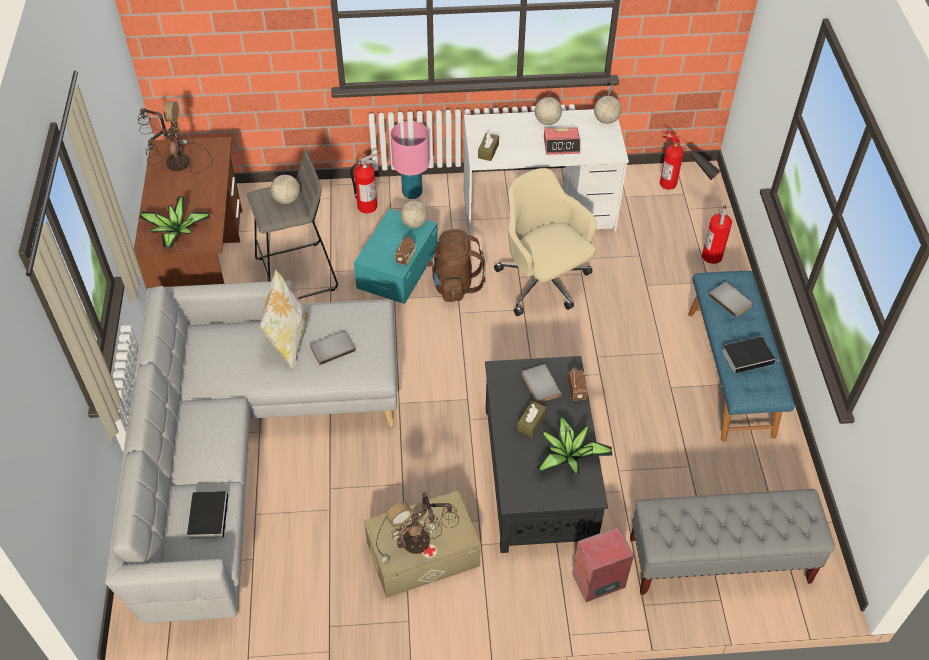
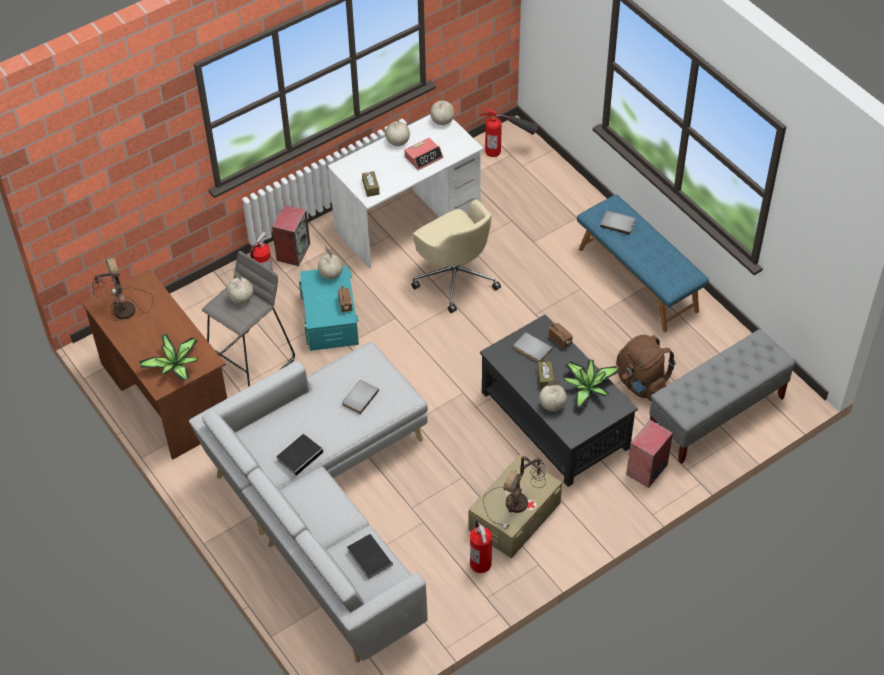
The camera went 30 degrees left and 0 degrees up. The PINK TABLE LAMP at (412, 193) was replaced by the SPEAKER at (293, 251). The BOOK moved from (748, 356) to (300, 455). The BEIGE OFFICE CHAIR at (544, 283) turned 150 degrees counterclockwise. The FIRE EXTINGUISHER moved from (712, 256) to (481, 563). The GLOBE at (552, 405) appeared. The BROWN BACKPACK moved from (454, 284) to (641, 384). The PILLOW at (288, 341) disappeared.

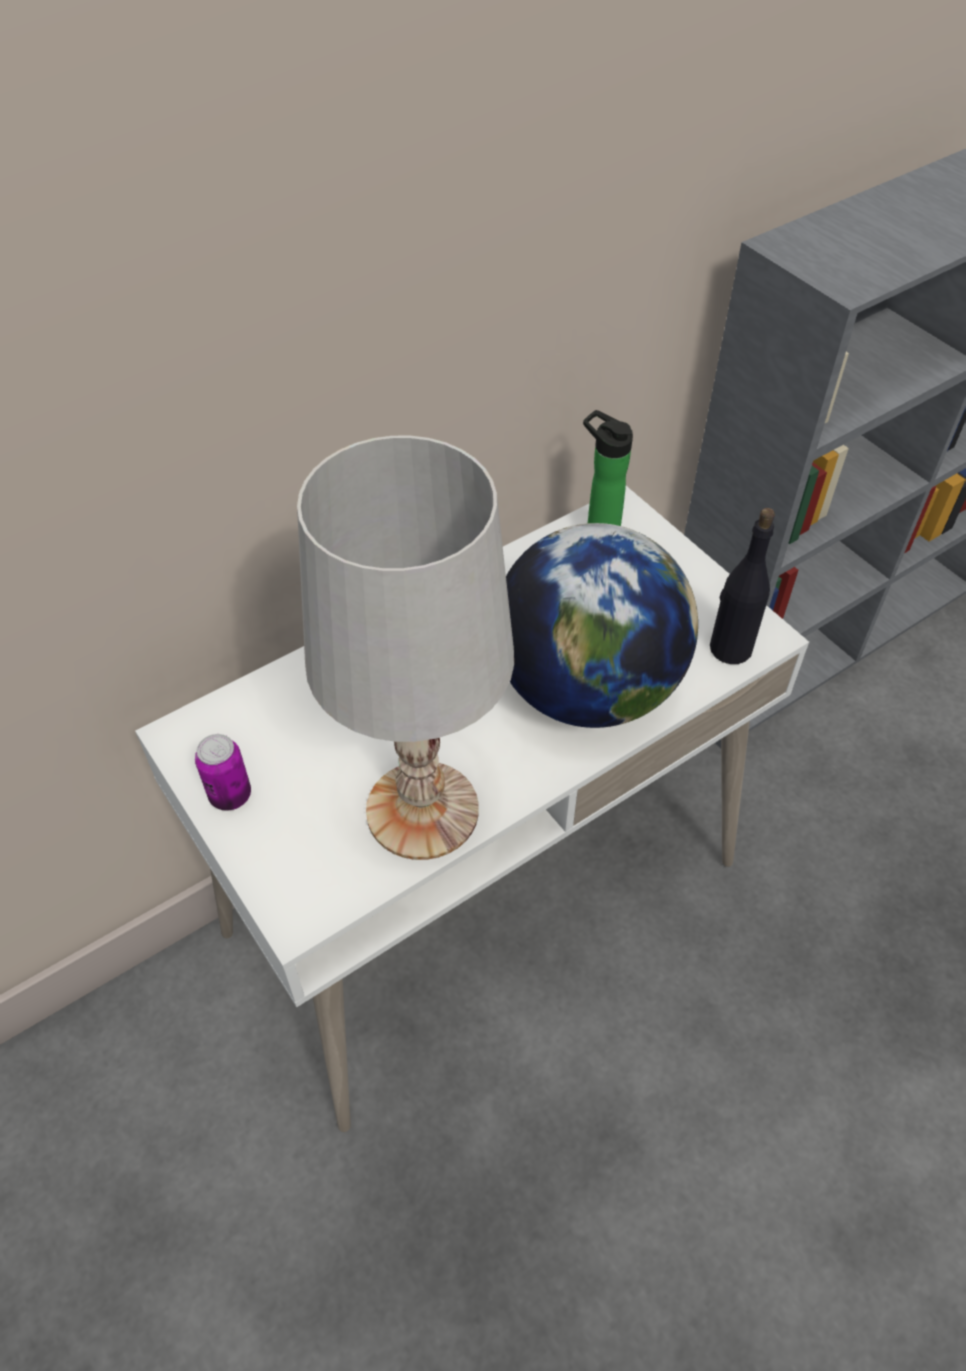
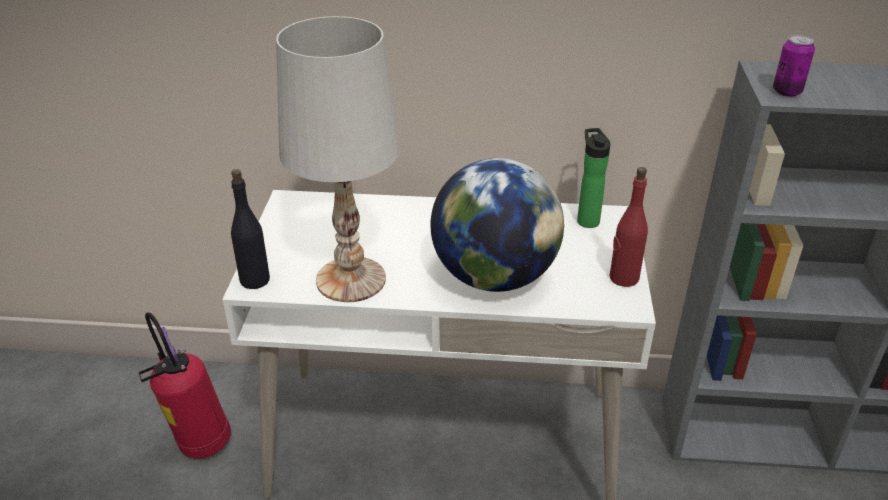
The camera went 40 degrees right and 15 degrees down. The FIRE EXTINGUISHER at (200, 444) appeared. The BLACK BOTTLE moved from (730, 648) to (255, 280). The RED BOTTLE at (623, 278) appeared. The CAN moved from (230, 795) to (787, 92).

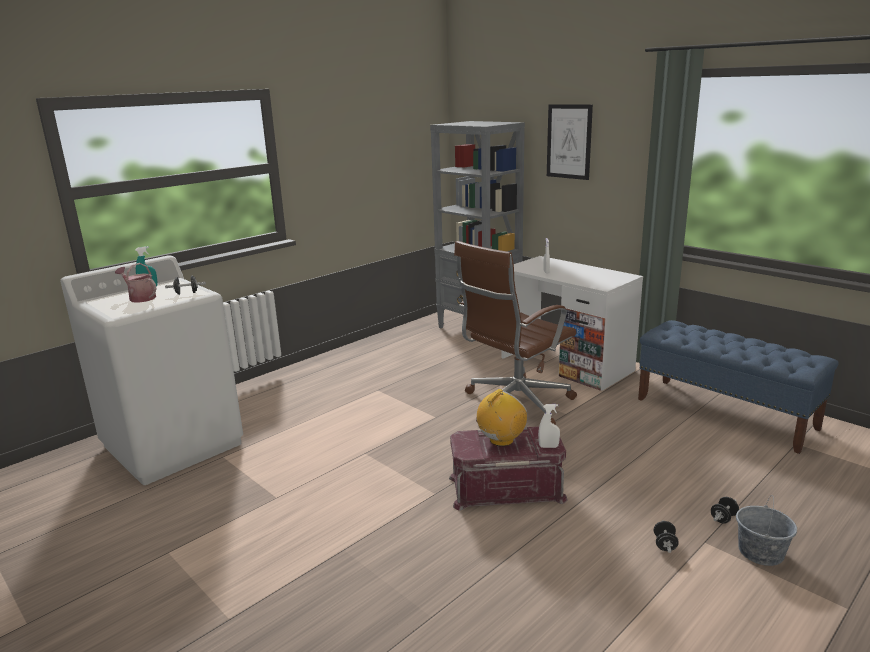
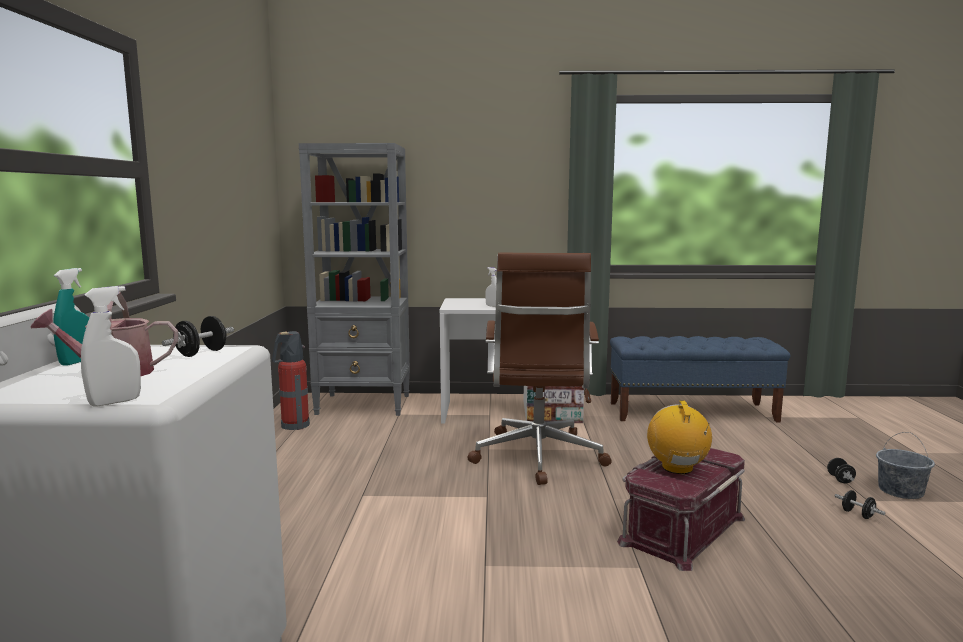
The camera went 45 degrees left and 10 degrees down. The WHITE SPRAY BOTTLE moved from (548, 446) to (115, 402). The FIRE EXTINGUISHER at (293, 425) appeared. The PICTURE at (569, 141) disappeared.

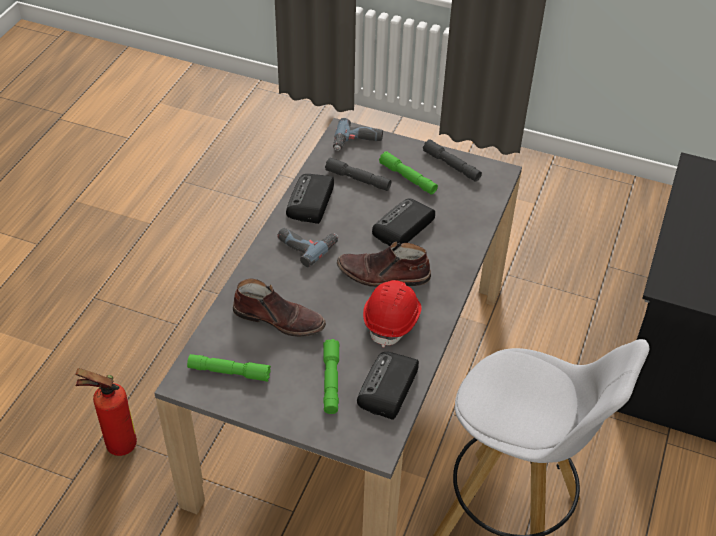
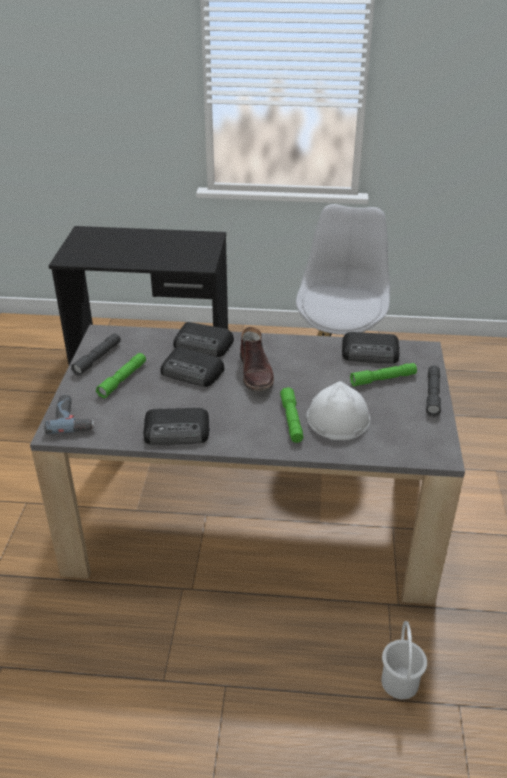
The camera went 105 degrees left and 10 degrees down. The RADIO at (204, 345) appeared. The GREEN FLASHLIGHT moved from (229, 372) to (291, 420). The BROWN BOOT at (280, 319) was replaced by the WHITE HARD HAT at (337, 418). The FIRE EXTINGUISHER at (117, 444) was replaced by the WHITE BUCKET at (400, 682). The GREY FLASHLIGHT moved from (358, 179) to (432, 395). The POWER DRILL at (307, 244) disappeared. The RED HARD HAT at (393, 320) disappeared.

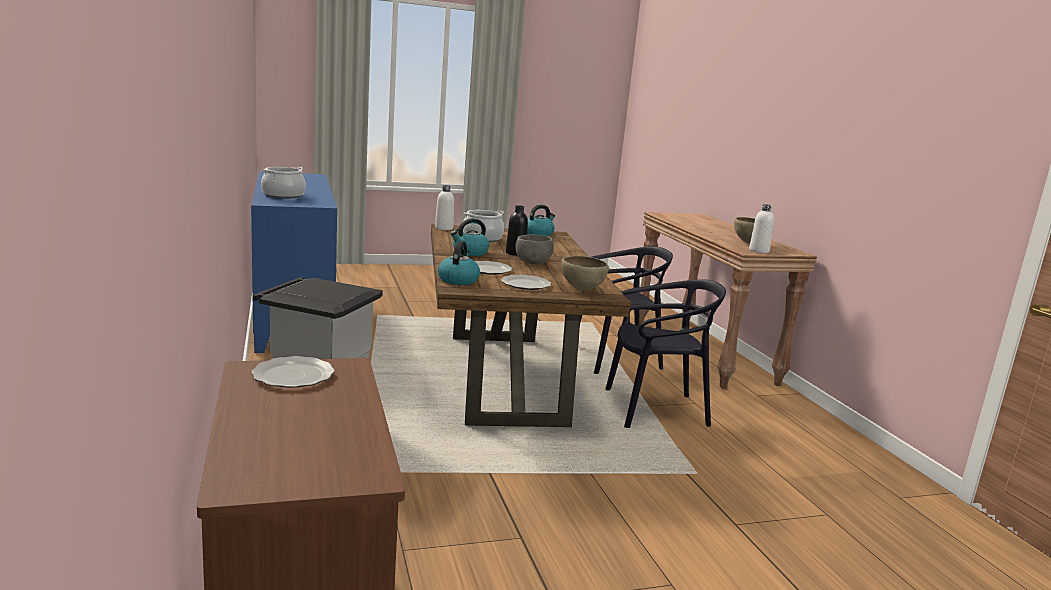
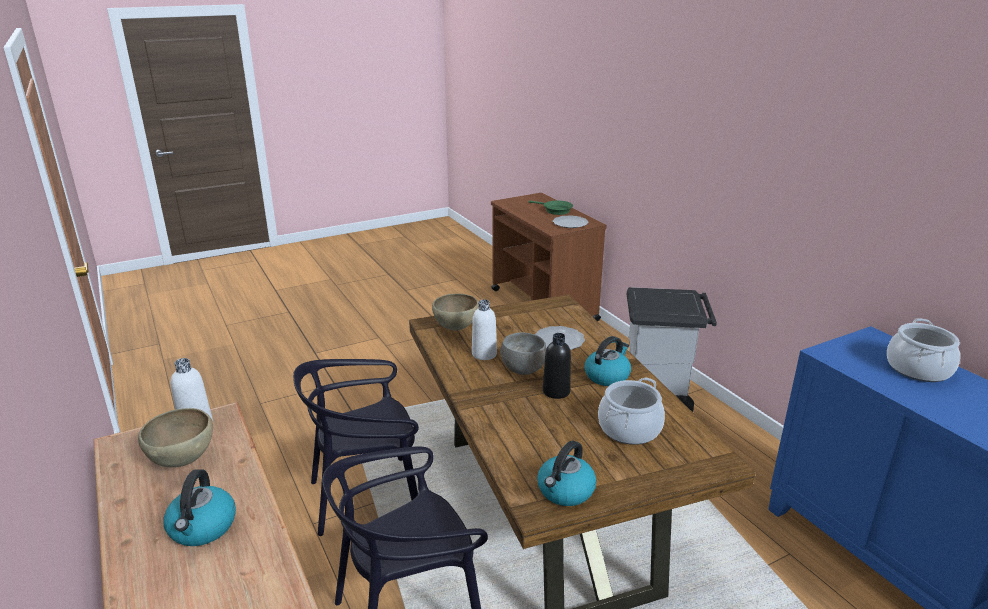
The camera went 170 degrees right and 10 degrees up. The KETTLE moved from (458, 280) to (202, 528). The WHITE BOTTLE moved from (444, 228) to (484, 354). The GREEN FRYING PAN at (555, 210) appeared. The PLATE at (525, 284) disappeared.

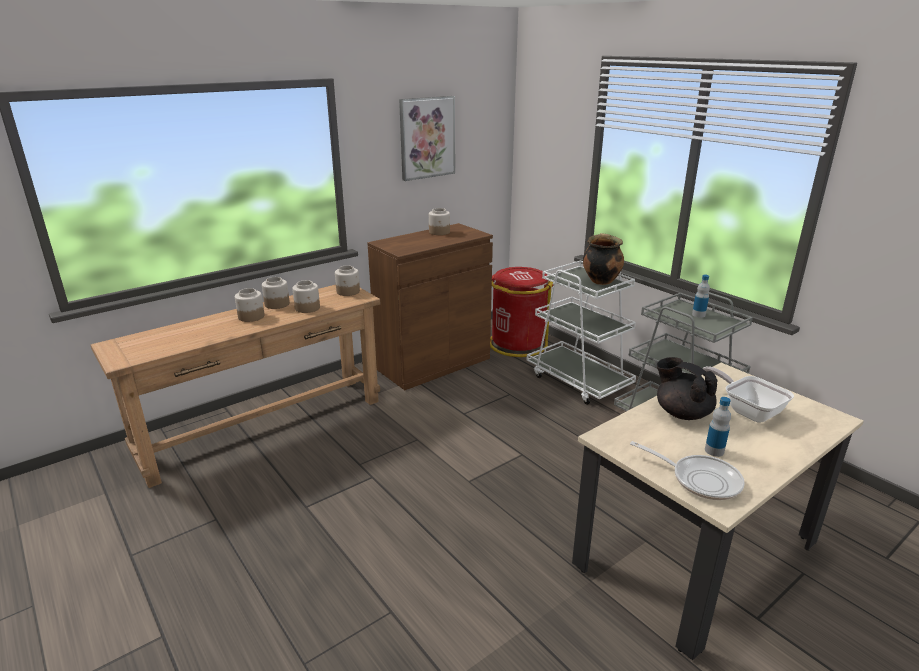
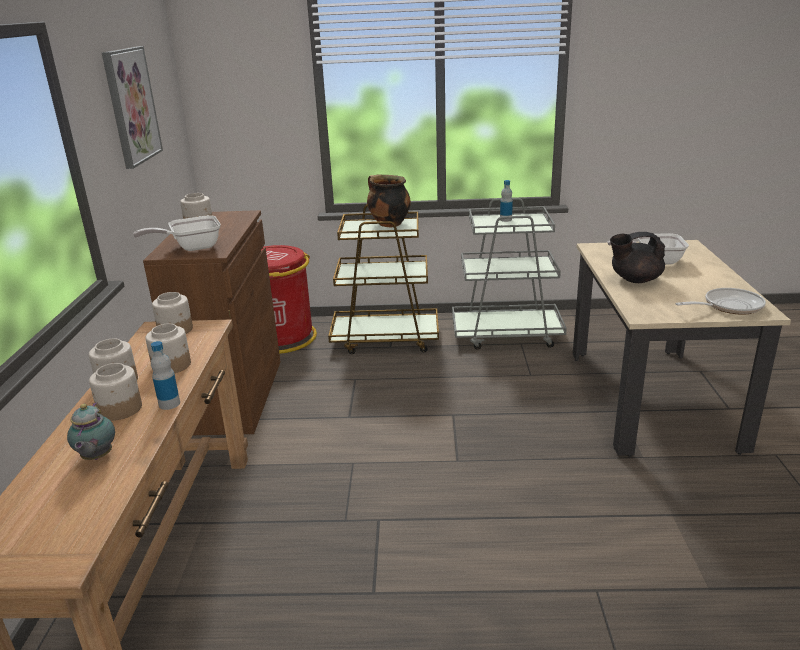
The camera went 50 degrees left and 0 degrees up. The TEAPOT at (96, 458) appeared. The FRYING PAN at (191, 247) appeared. The BOTTLE moved from (714, 451) to (169, 404). The WHITE CART at (578, 380) became the BROWN CART at (386, 339).

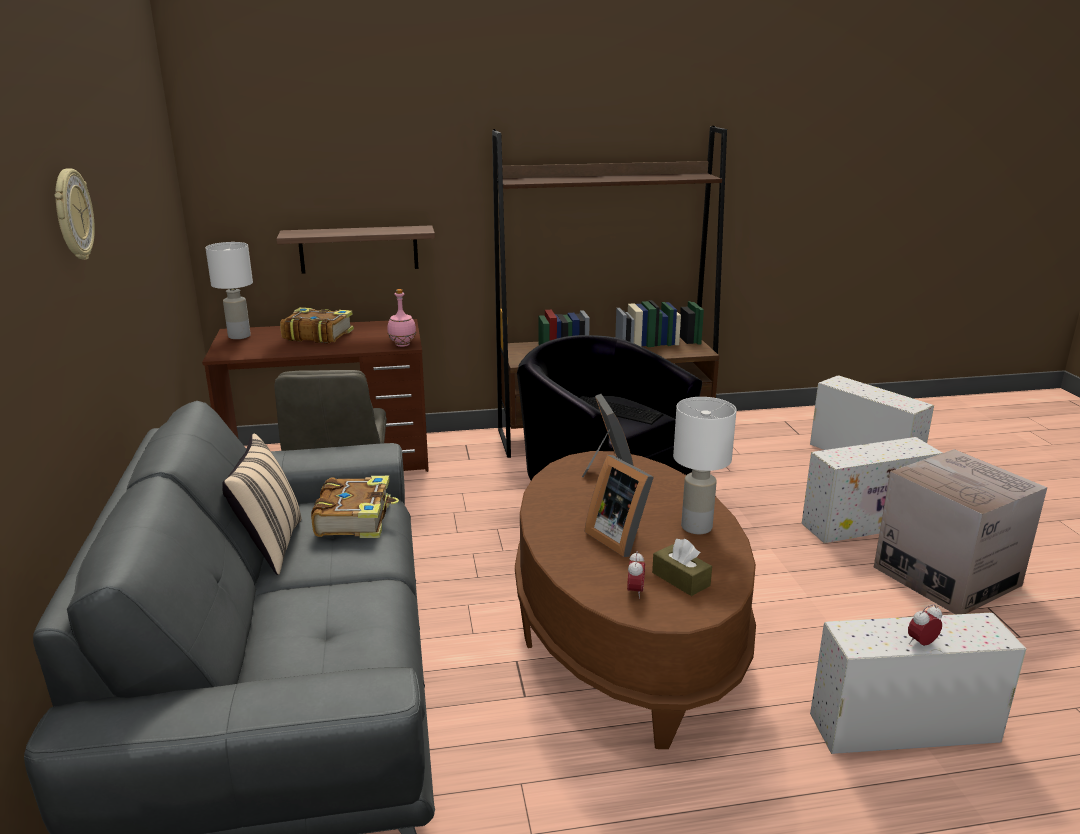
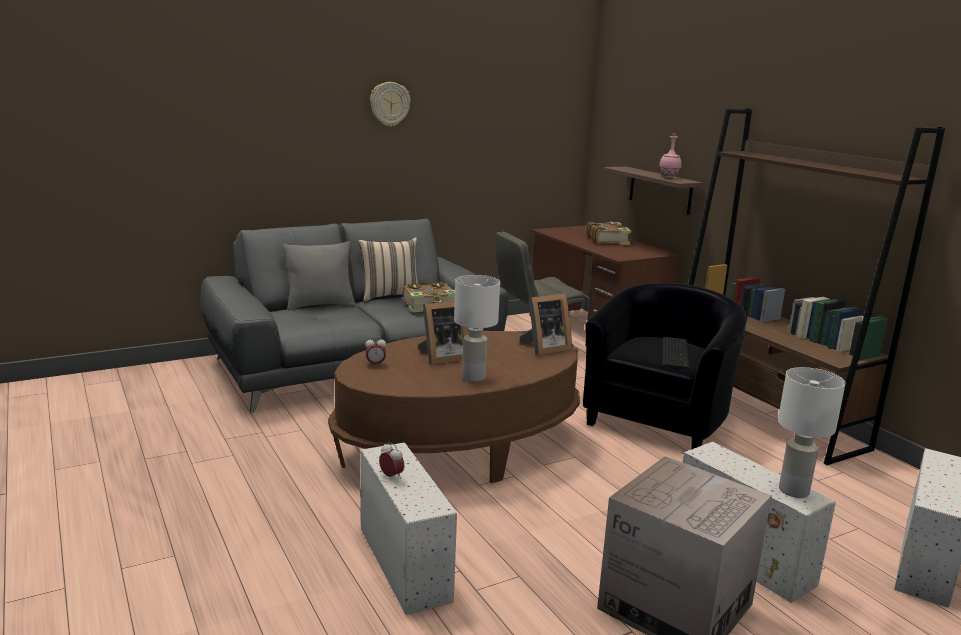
The camera went 70 degrees right and 5 degrees down. The GREY PILLOW at (320, 305) appeared. The PICTURE FRAME at (620, 537) turned 150 degrees counterclockwise. The PINK BOTTLE moved from (402, 345) to (668, 177). The WHITE TABLE LAMP moved from (240, 336) to (794, 491). The BROWN TISSUE BOX at (680, 579) disappeared.

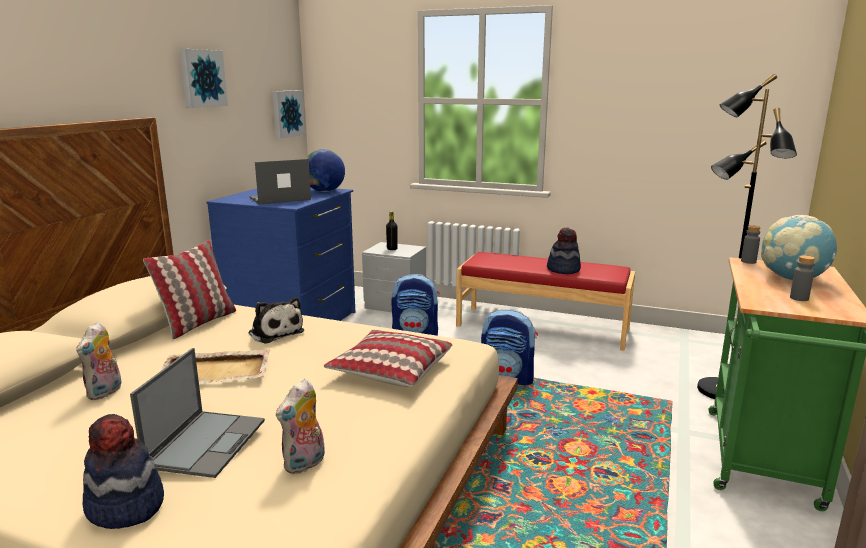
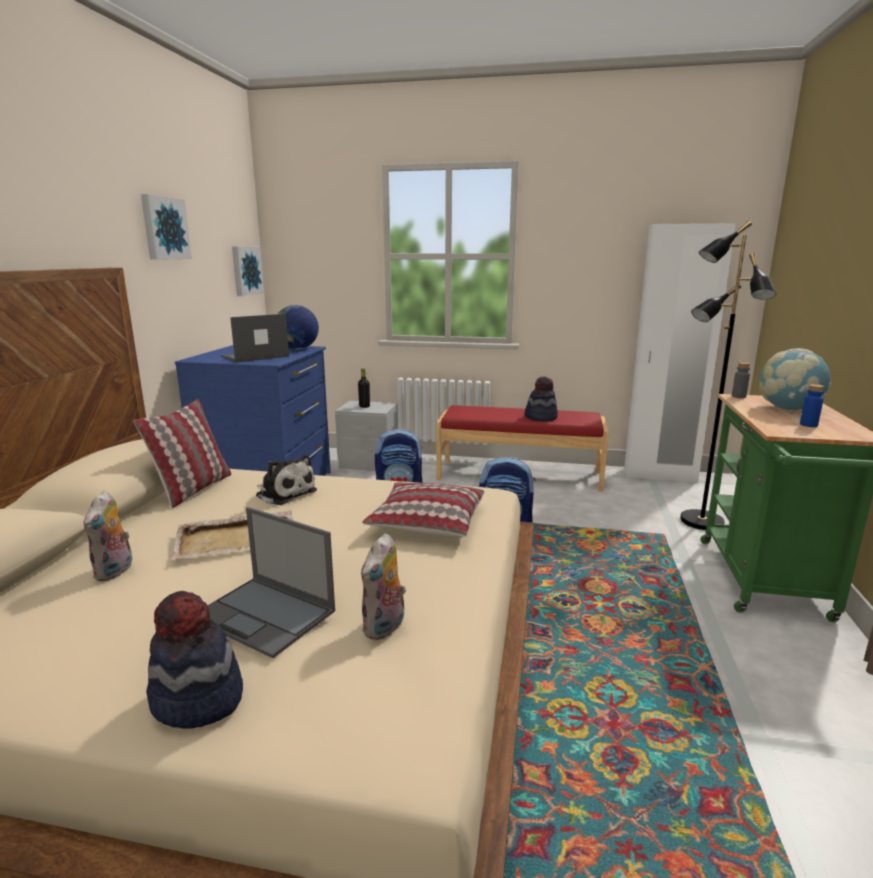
The camera went 10 degrees left and 0 degrees up. The LAPTOP at (207, 442) turned 120 degrees clockwise. The WHITE WARDROBE at (660, 475) appeared. The GREY BOTTLE at (799, 298) became the BLUE BOTTLE at (808, 425).

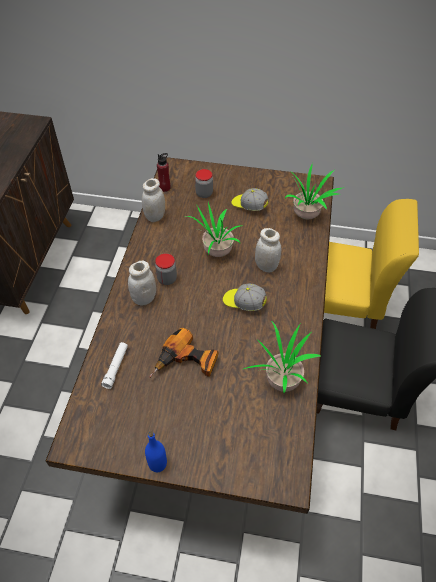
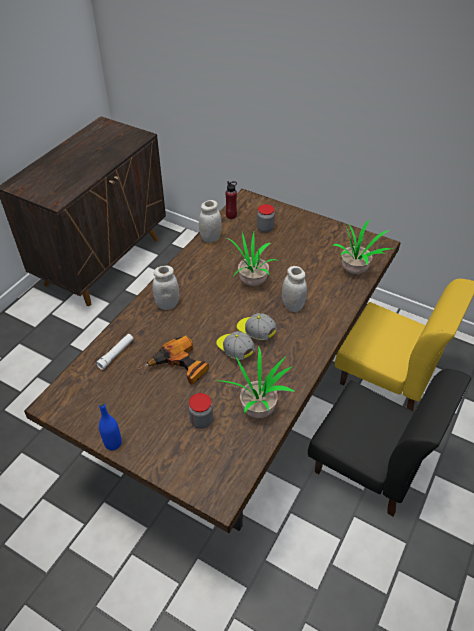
The camera went 20 degrees right and 5 degrees down. The JAR moved from (167, 279) to (201, 421). The CAP moved from (249, 206) to (235, 350).

